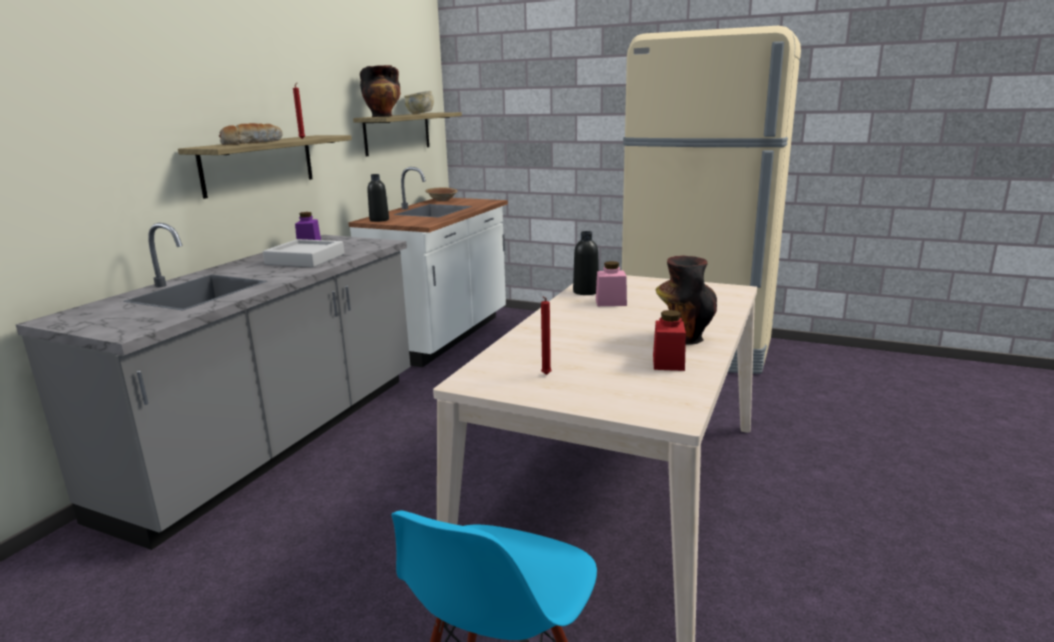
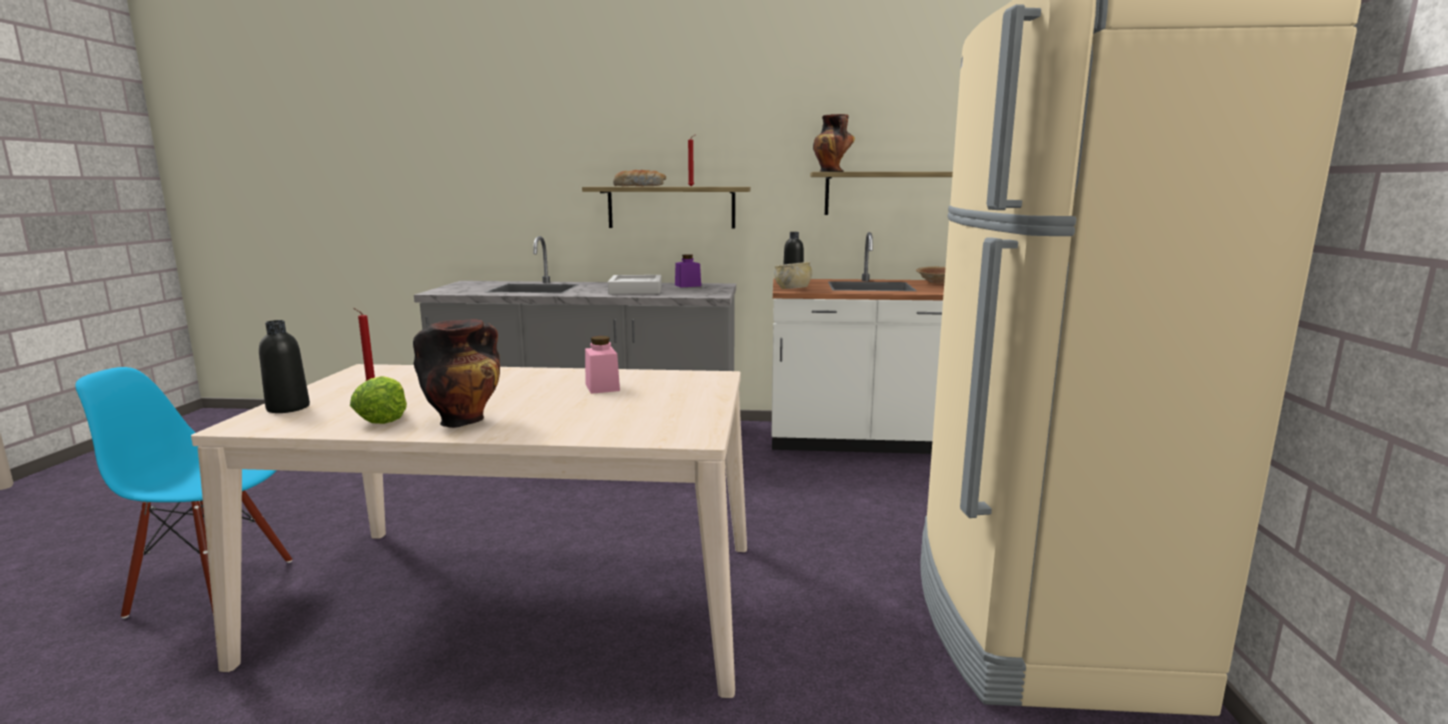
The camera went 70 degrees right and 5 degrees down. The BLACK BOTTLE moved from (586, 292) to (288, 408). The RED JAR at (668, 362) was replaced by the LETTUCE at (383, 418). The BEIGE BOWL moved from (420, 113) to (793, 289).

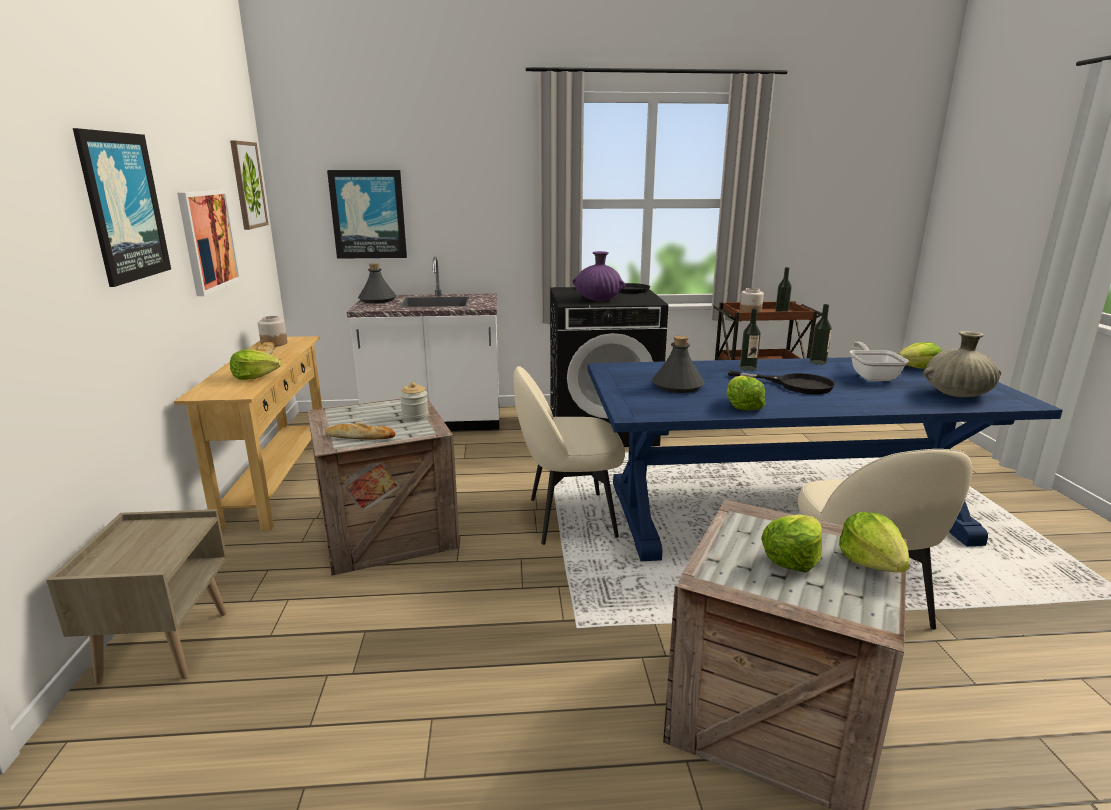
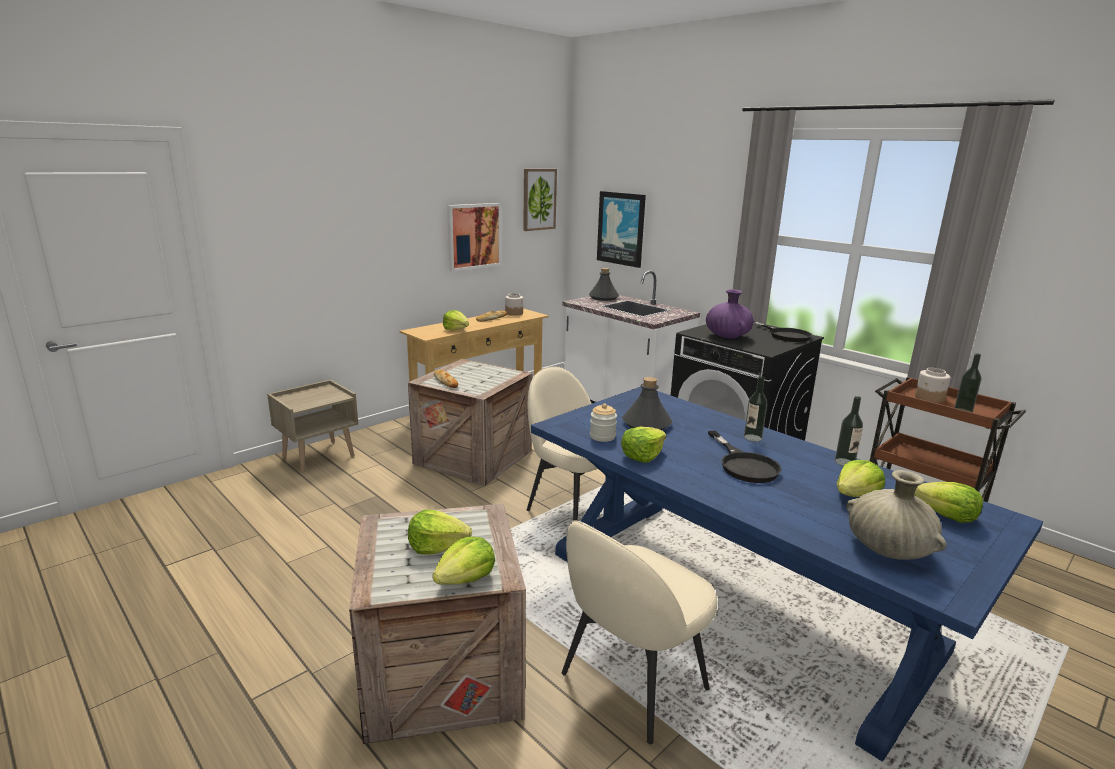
The camera went 50 degrees right and 0 degrees up. The JAR moved from (415, 416) to (602, 436). The FRYING PAN at (872, 376) was replaced by the LETTUCE at (856, 495). The PICTURE at (123, 207) disappeared.

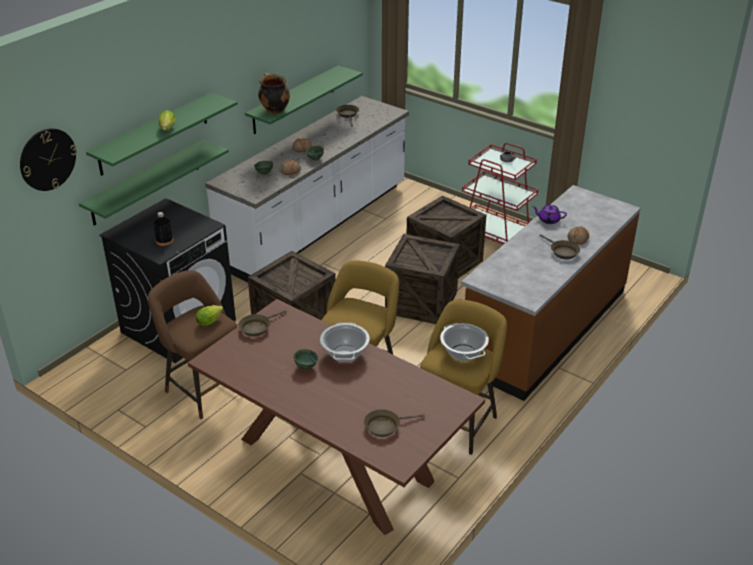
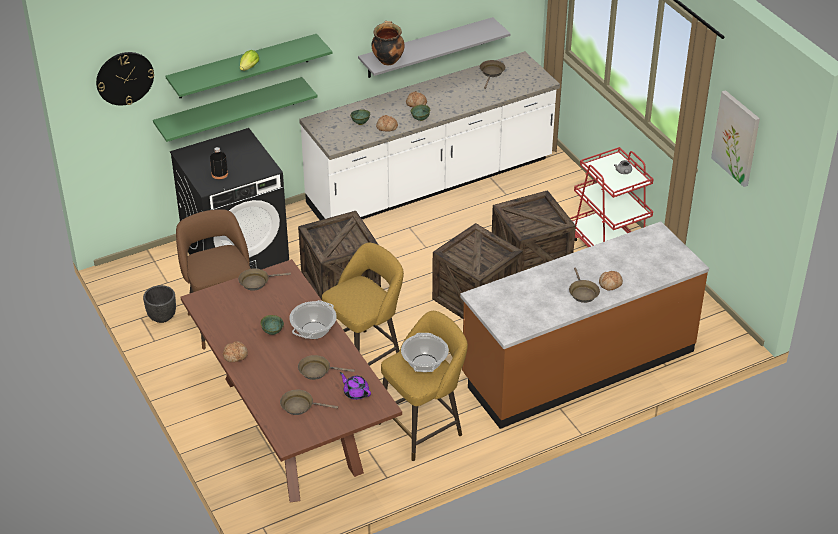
The camera went 25 degrees right and 5 degrees up. The BLACK PLANTER at (162, 317) appeared. The BREAD at (235, 355) appeared. The BROWN FRYING PAN at (317, 371) appeared. The PURPLE TEAPOT moved from (548, 220) to (356, 392). The GREEN SHELF at (294, 99) became the GREY SHELF at (426, 48). The PICTURE at (736, 138) appeared. The LETTUCE at (211, 321) disappeared.

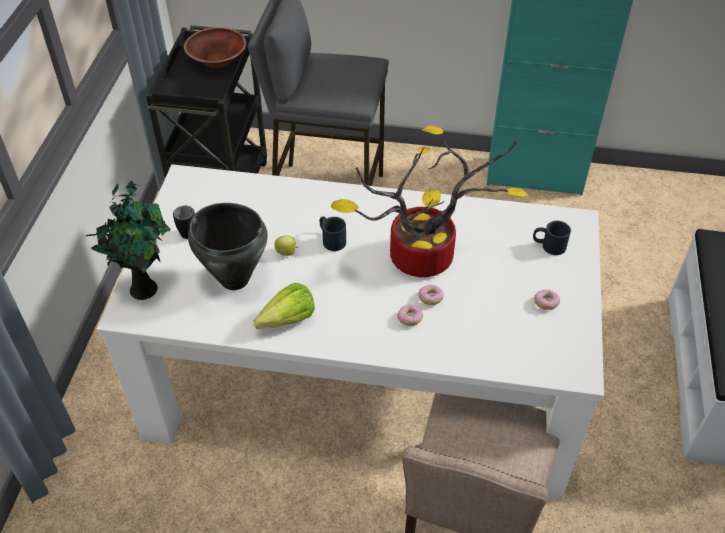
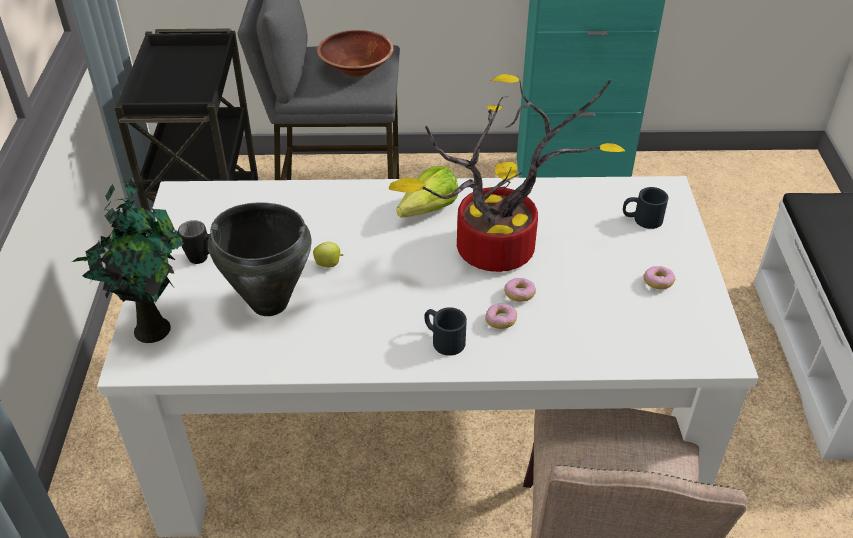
The camera went 10 degrees left and 5 degrees down. The BROWN BOWL moved from (217, 60) to (356, 69). The LETTUCE moved from (283, 322) to (423, 212). The BLACK MUG moved from (331, 239) to (443, 339).

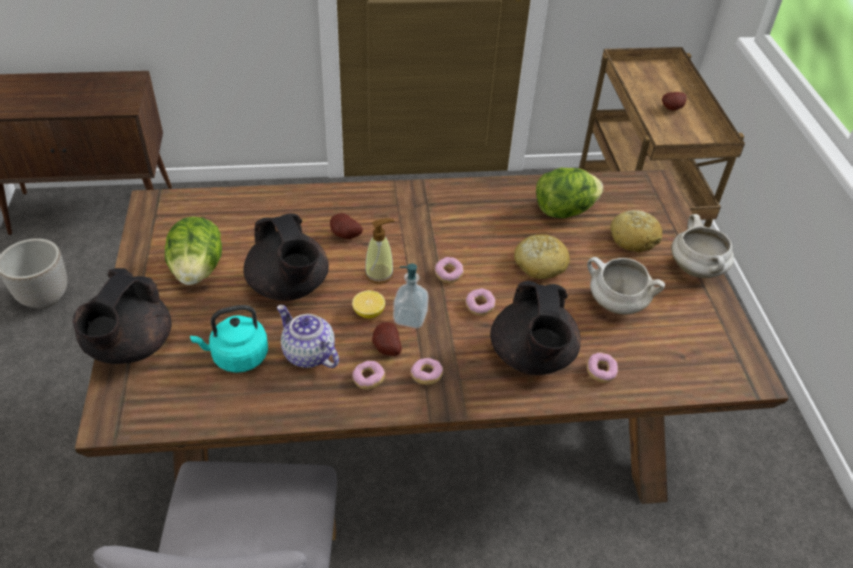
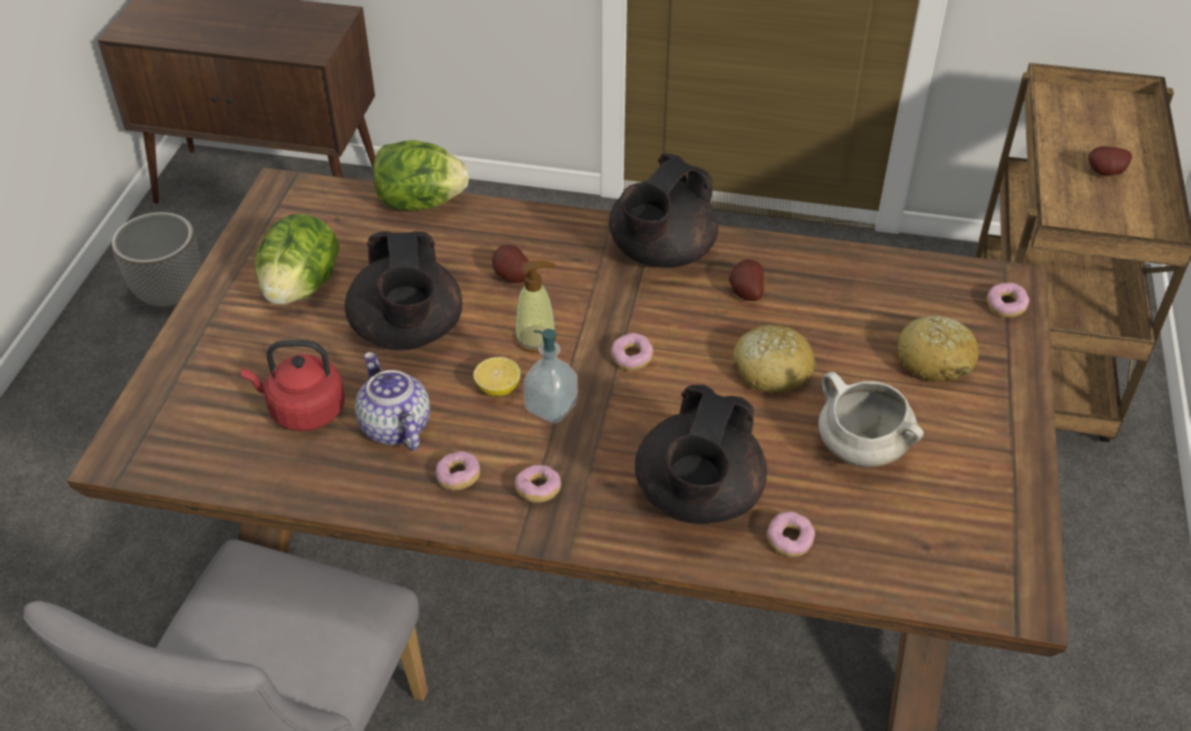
The camera went 20 degrees right and 0 degrees up. The TURQUOISE KETTLE at (237, 357) became the RED KETTLE at (303, 411). The LETTUCE moved from (564, 211) to (420, 203). The BLACK TEAPOT moved from (129, 347) to (660, 254). The POTATO moved from (386, 348) to (744, 293). The DONUT moved from (479, 306) to (1005, 306). The WHITE COOKING POT at (697, 270) disappeared.

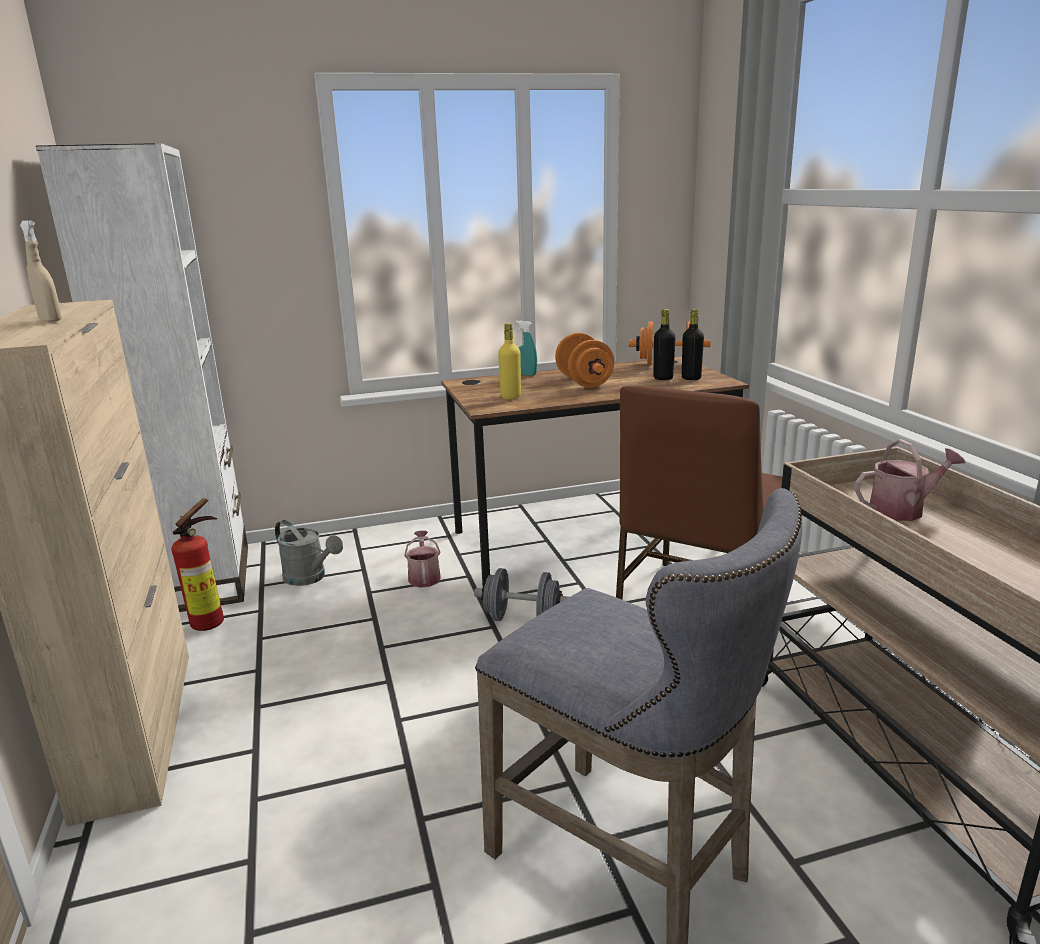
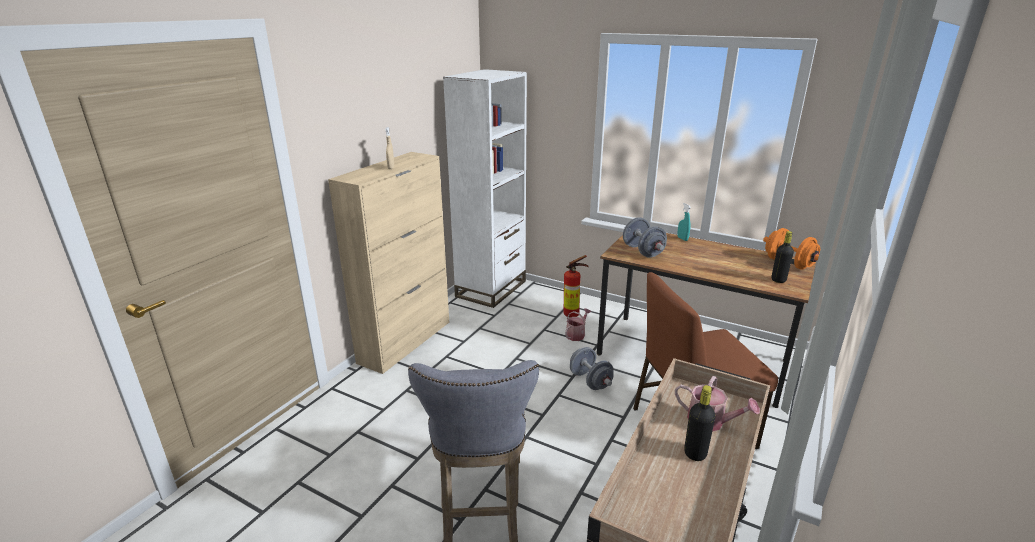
The camera went 45 degrees right and 5 degrees up. The FIRE EXTINGUISHER moved from (212, 622) to (574, 314). The YELLOW BOTTLE at (510, 396) was replaced by the GREY DUMBBELL at (642, 251). The BLACK BOTTLE moved from (663, 378) to (695, 453). The GREY WATERING CAN at (310, 578) disappeared. The ORANGE DUMBBELL at (584, 382) disappeared.

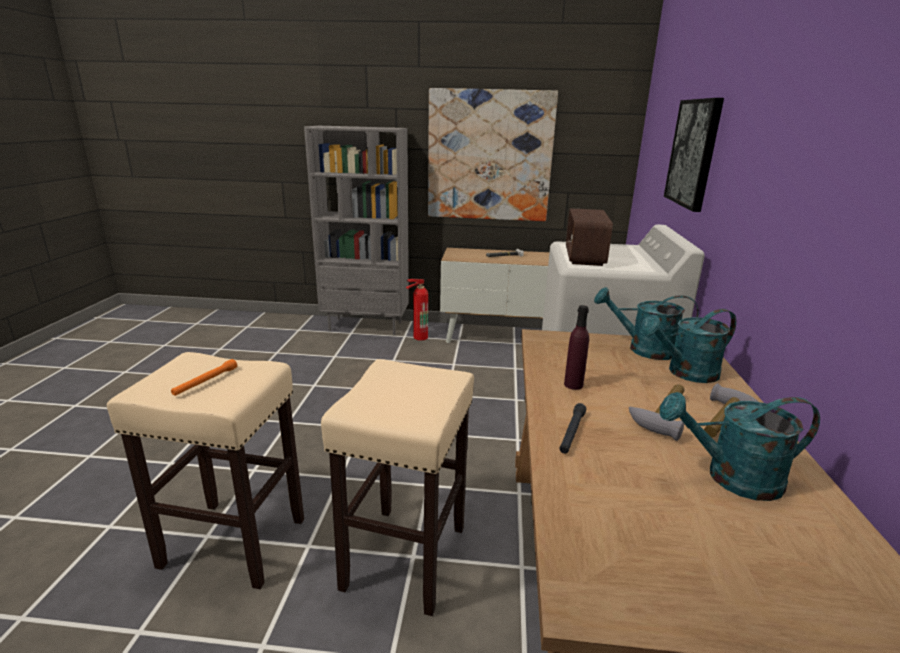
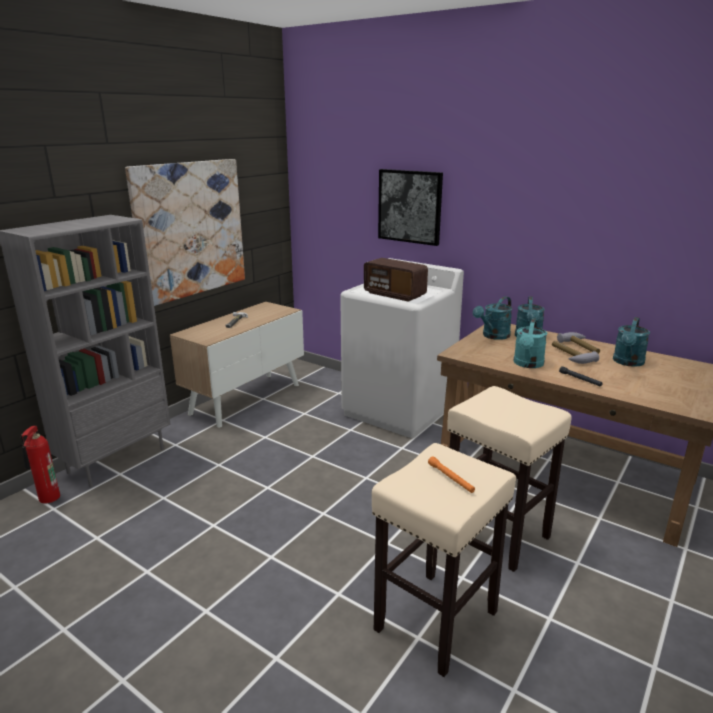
The camera went 60 degrees left and 0 degrees up. The FIRE EXTINGUISHER moved from (418, 337) to (47, 499). The PURPLE BOTTLE at (573, 385) was replaced by the TURQUOISE WATERING CAN at (528, 364).

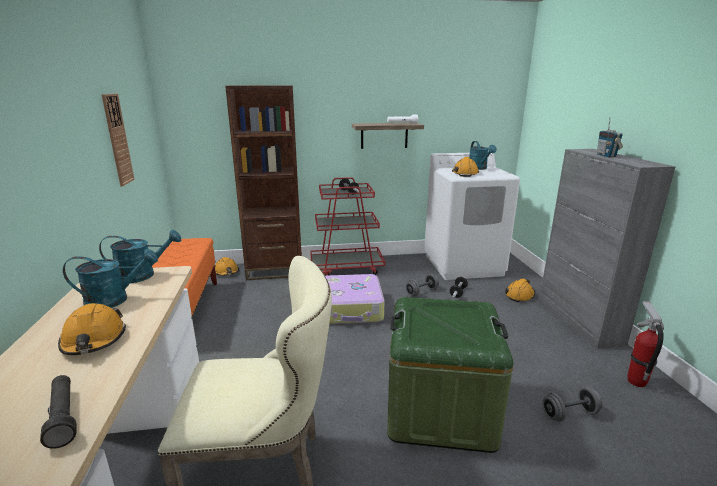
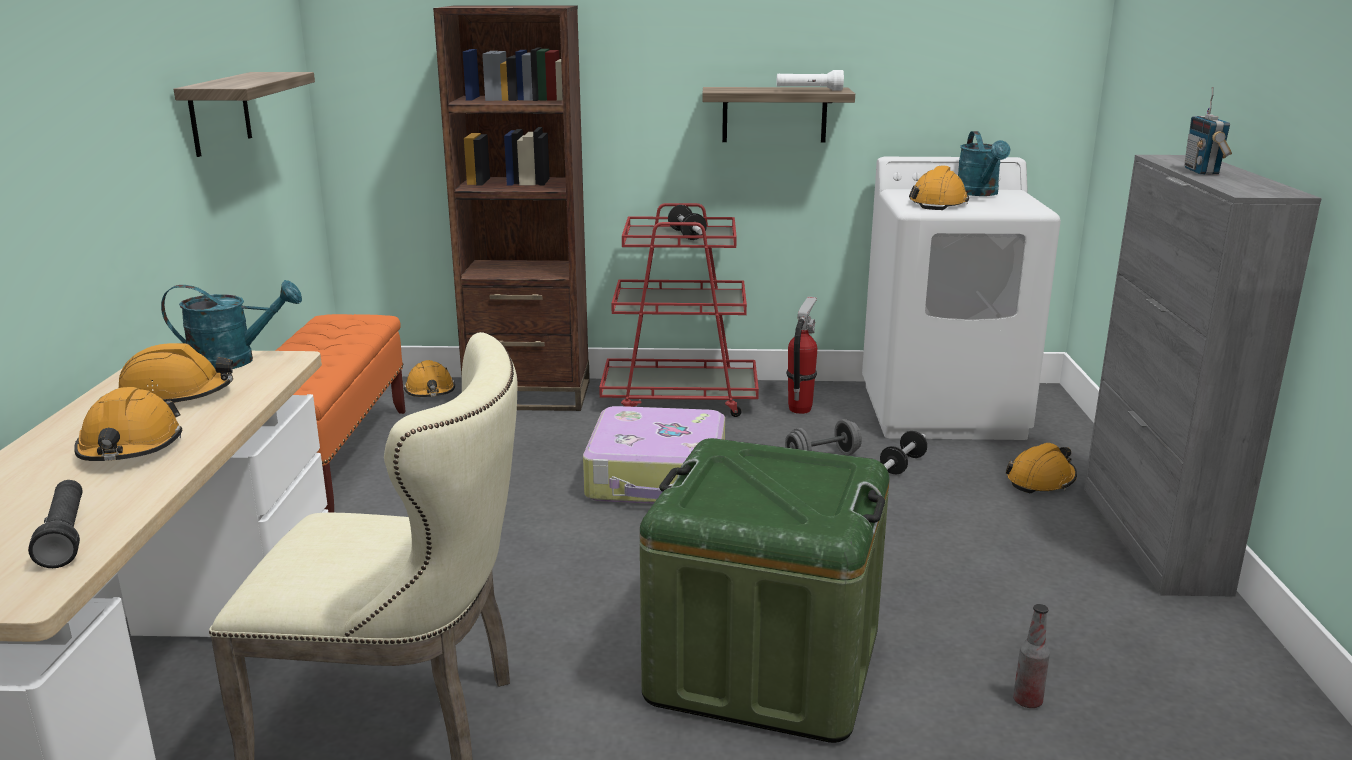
The camera went 10 degrees right and 0 degrees up. The TURQUOISE WATERING CAN at (115, 300) was replaced by the ORANGE HARD HAT at (177, 395). The WALL CLOCK at (117, 140) was replaced by the SHELF at (219, 113). The FIRE EXTINGUISHER moved from (636, 381) to (800, 409). The GREY DUMBBELL at (569, 414) was replaced by the BOTTLE at (1027, 701).

